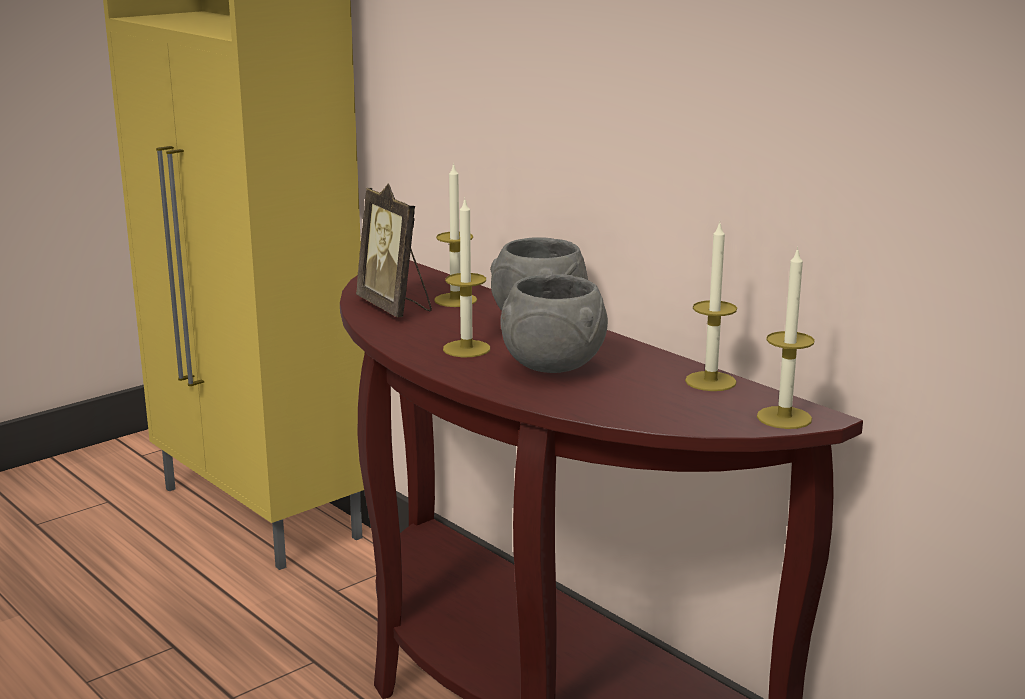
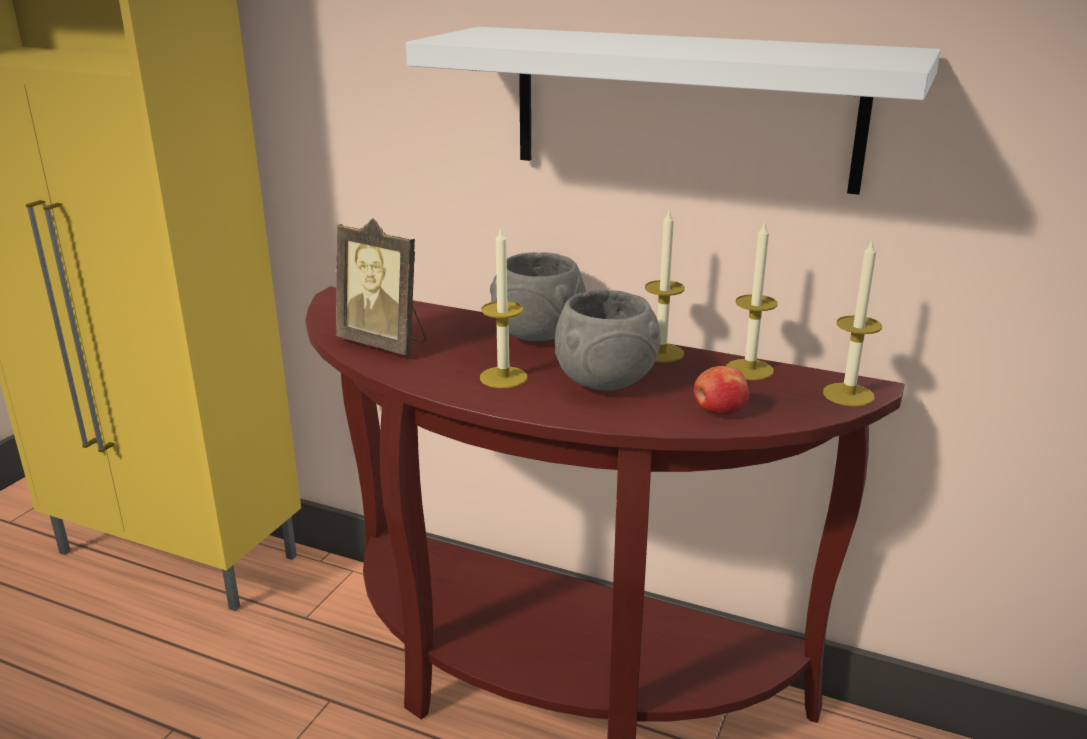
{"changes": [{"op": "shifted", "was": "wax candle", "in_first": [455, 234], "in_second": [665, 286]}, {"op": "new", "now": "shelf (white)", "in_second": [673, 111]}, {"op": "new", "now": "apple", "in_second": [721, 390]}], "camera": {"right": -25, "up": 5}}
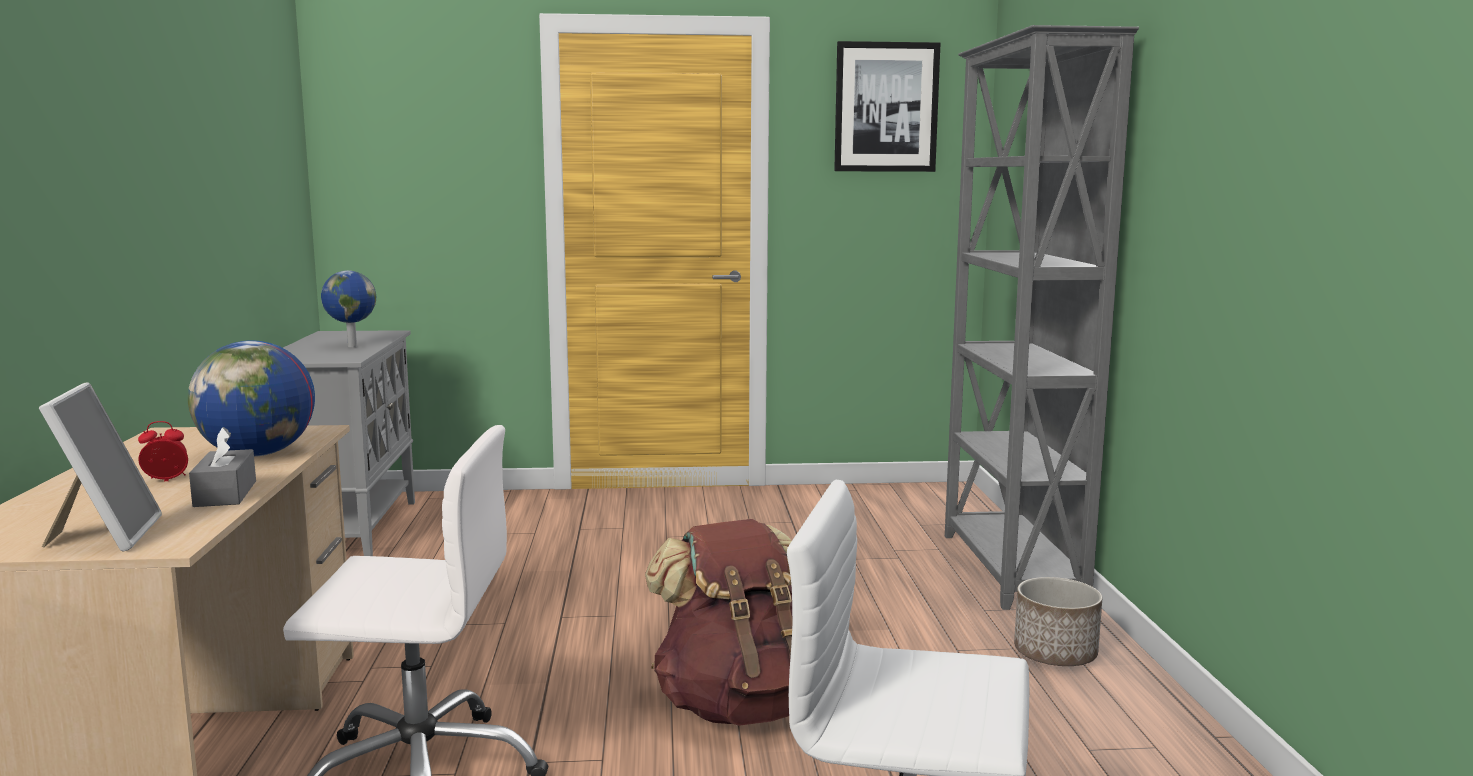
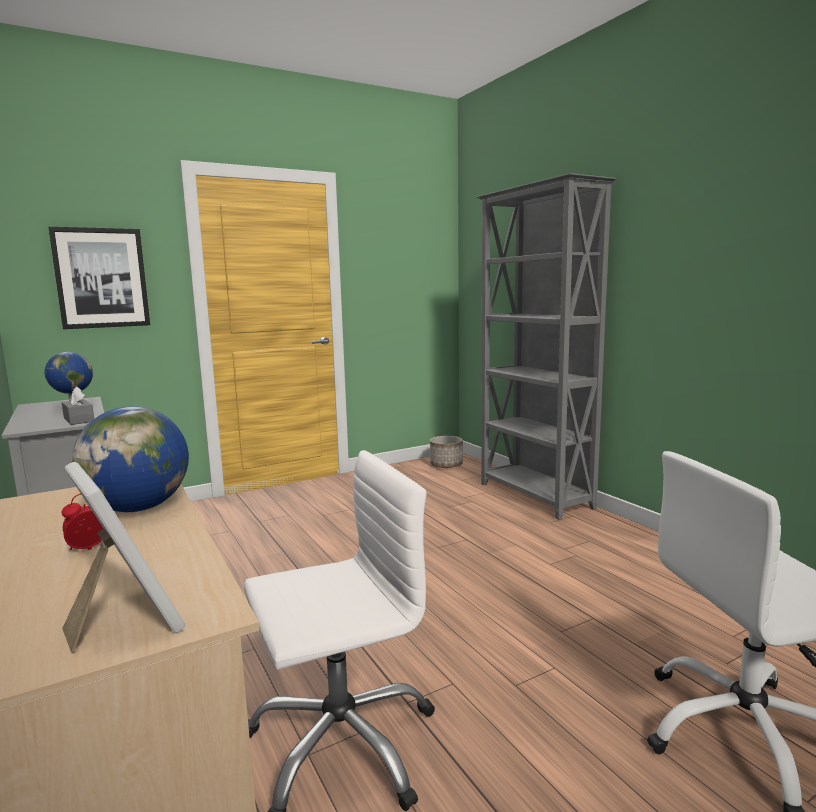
{"changes": [{"op": "shifted", "was": "wall picture", "in_first": [887, 106], "in_second": [99, 278]}, {"op": "shifted", "was": "box of tissues (gray)", "in_first": [222, 467], "in_second": [78, 405]}, {"op": "gone", "was": "backpack (brownish)", "in_first": [718, 622]}, {"op": "shifted", "was": "plant pot", "in_first": [1058, 621], "in_second": [446, 452]}], "camera": {"right": -25, "up": 0}}
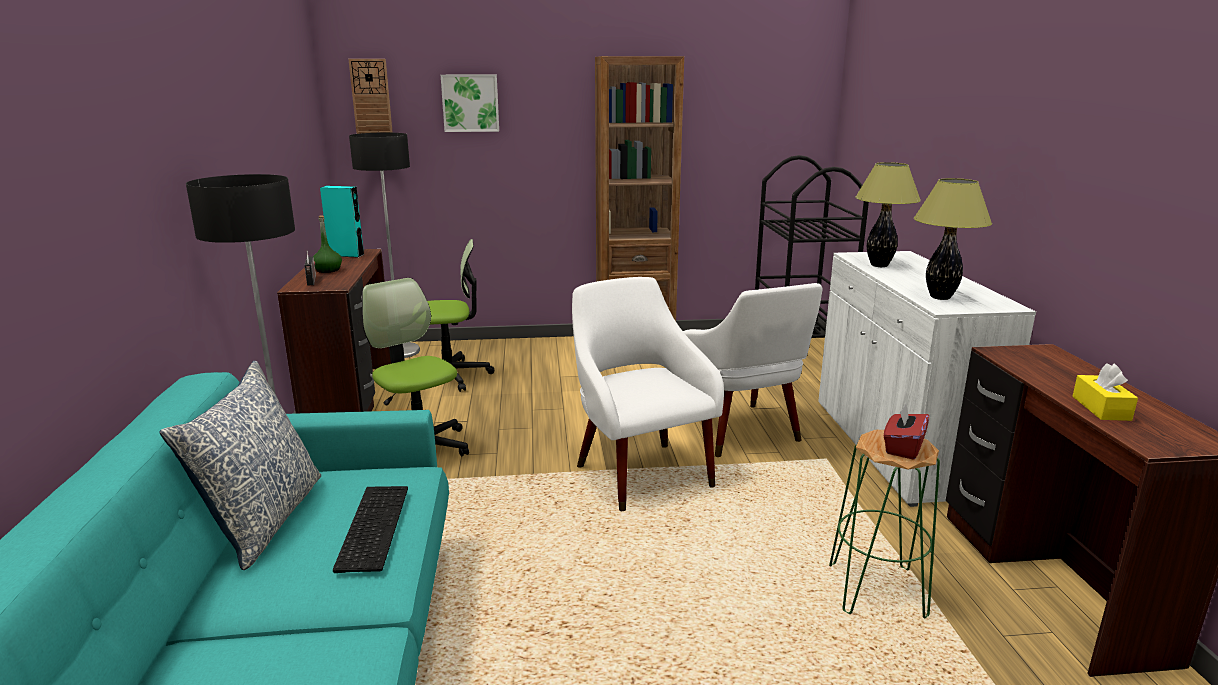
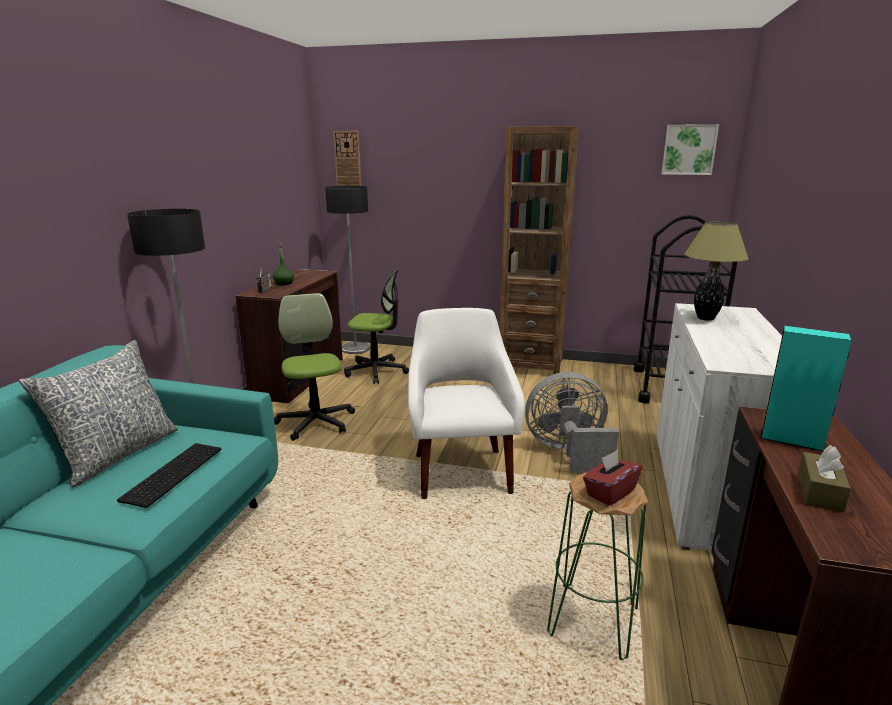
{"changes": [{"op": "shifted", "was": "wall picture", "in_first": [470, 103], "in_second": [690, 149]}, {"op": "gone", "was": "lamp for a table", "in_first": [953, 239]}, {"op": "shifted", "was": "speaker (turquoise)", "in_first": [342, 221], "in_second": [805, 388]}, {"op": "swapped", "was": "easy chair (white)", "now": "electric fan (gray)", "in_first": [753, 370], "in_second": [572, 422]}, {"op": "repainted", "was": "box of tissues (yellowish)", "now": "box of tissues (brownish)", "in_first": [1105, 392], "in_second": [824, 478]}], "camera": {"right": 20, "up": 0}}
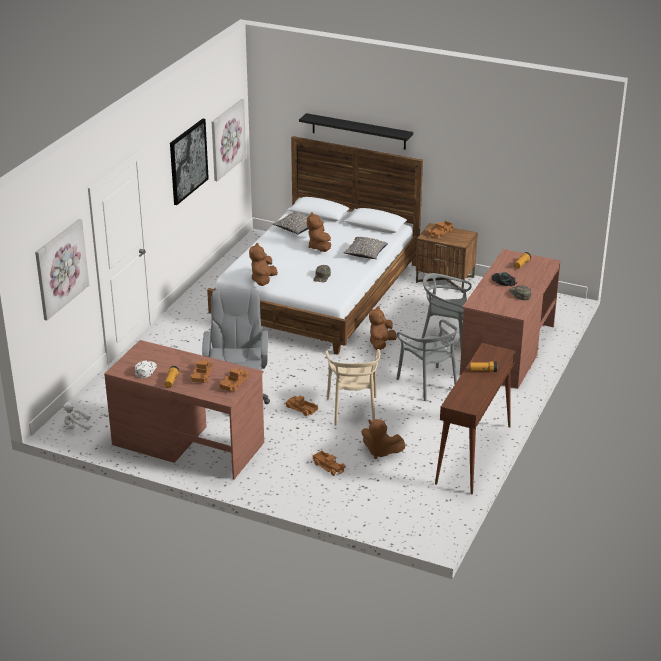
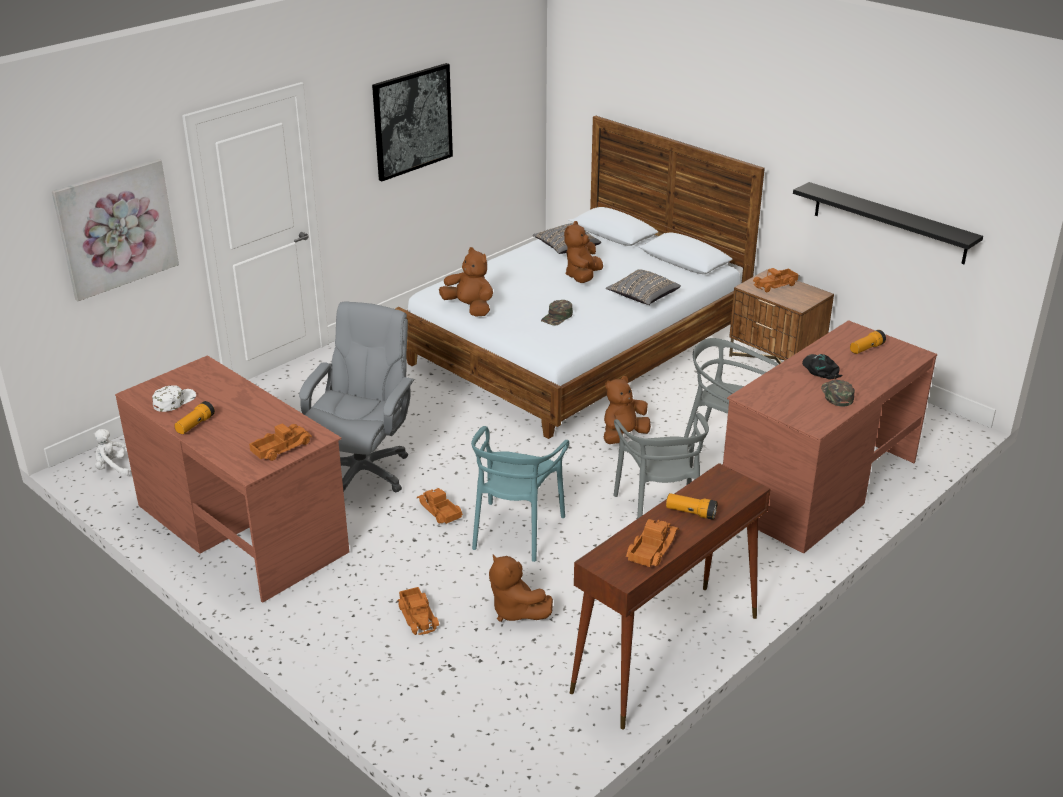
{"changes": [{"op": "gone", "was": "wall picture", "in_first": [229, 140]}, {"op": "shifted", "was": "shelf (black)", "in_first": [356, 131], "in_second": [888, 223]}, {"op": "rotated", "was": "soft toy (brownish)", "in_first": [263, 264], "in_second": [466, 282], "clockwise": 90}, {"op": "repainted", "was": "plain chair (sand-coloured)", "now": "plain chair (turquoise)", "in_first": [352, 387], "in_second": [520, 494]}, {"op": "shifted", "was": "toy lorry", "in_first": [202, 371], "in_second": [652, 543]}], "camera": {"right": 20, "up": 0}}
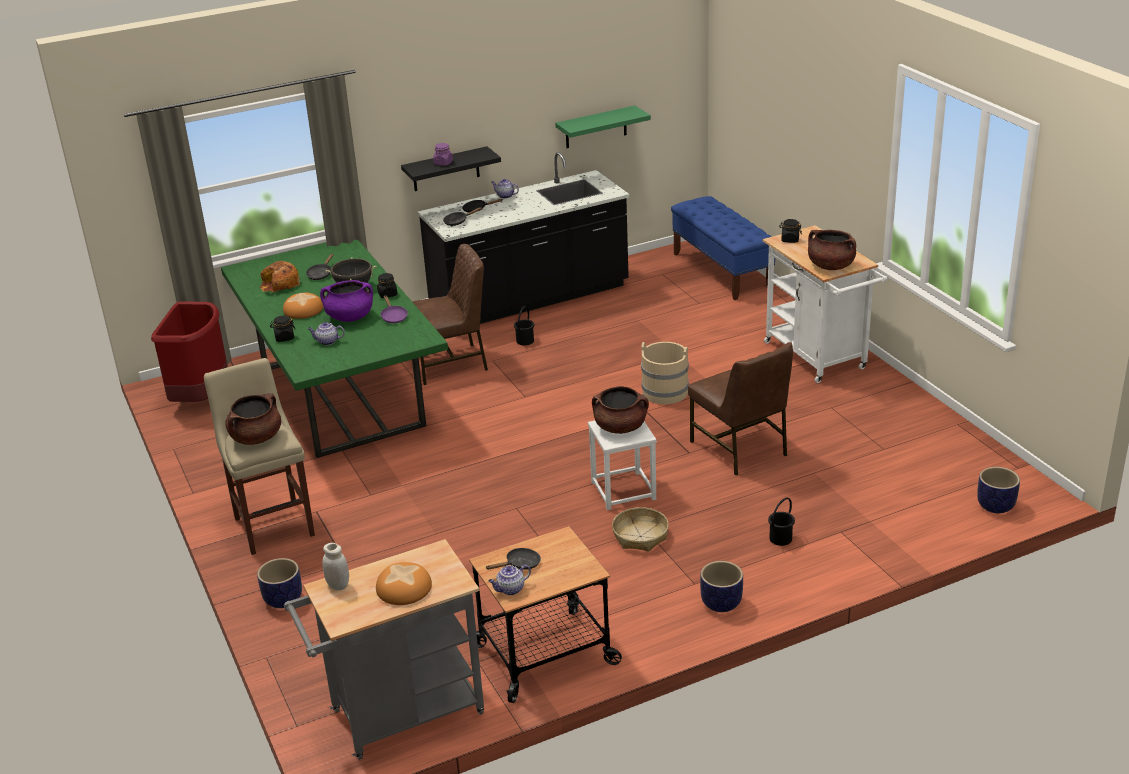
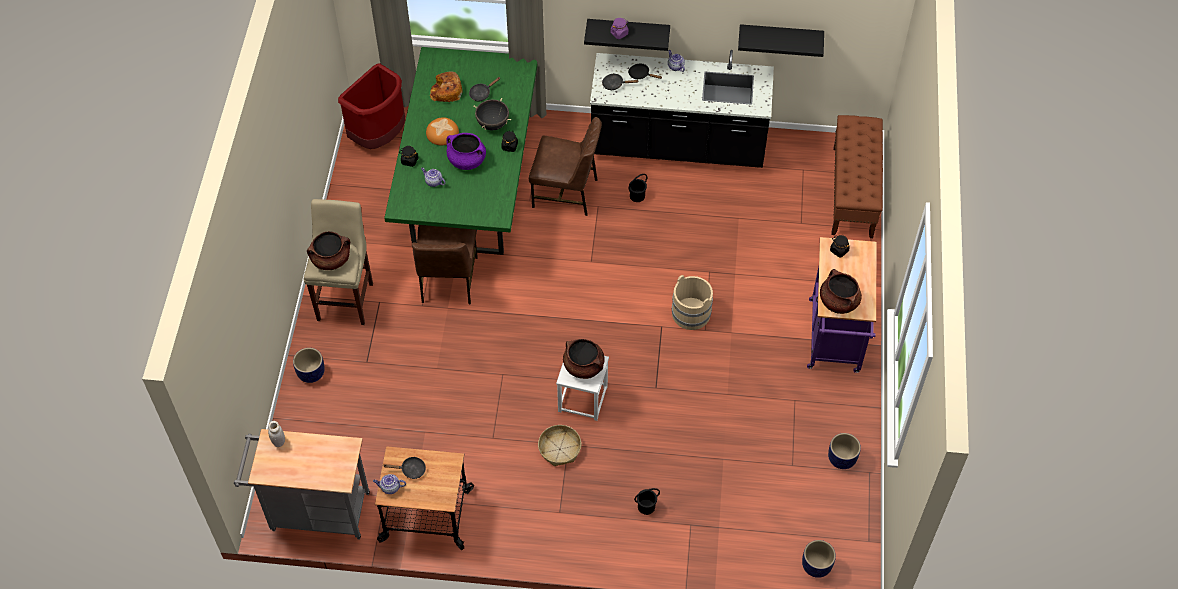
{"changes": [{"op": "repainted", "was": "shelf (greenish)", "now": "shelf (black)", "in_first": [603, 127], "in_second": [781, 40]}, {"op": "repainted", "was": "indoor bench (blue-coloured)", "now": "indoor bench (brownish)", "in_first": [723, 248], "in_second": [857, 176]}, {"op": "repainted", "was": "cart (white)", "now": "cart (purple-coloured)", "in_first": [825, 304], "in_second": [842, 305]}, {"op": "gone", "was": "pan (purple-coloured)", "in_first": [394, 309]}, {"op": "shifted", "was": "plain chair (brownish)", "in_first": [740, 408], "in_second": [445, 264]}, {"op": "shifted", "was": "plant pot", "in_first": [721, 586], "in_second": [844, 451]}, {"op": "gone", "was": "bakery bread", "in_first": [404, 583]}], "camera": {"right": 30, "up": 25}}
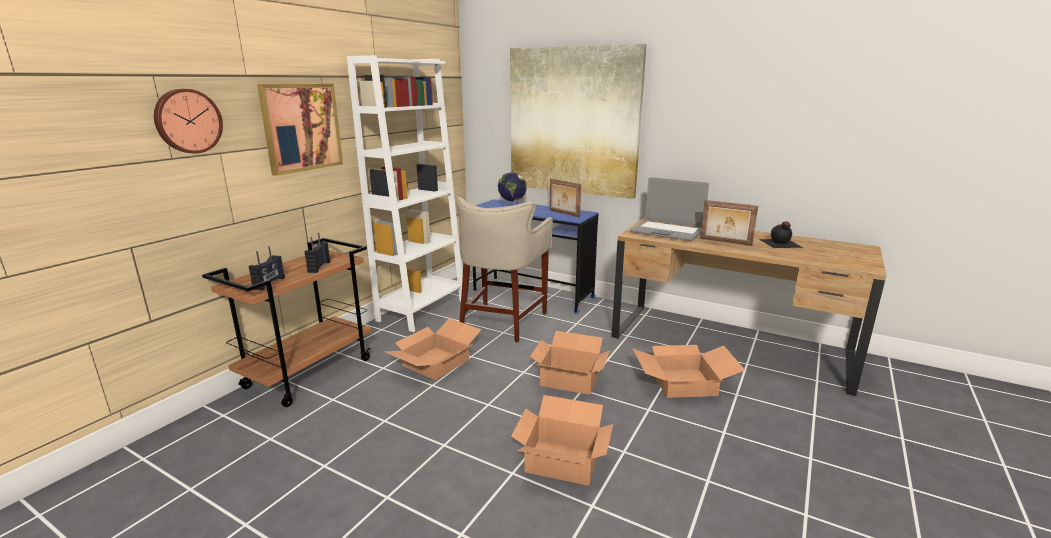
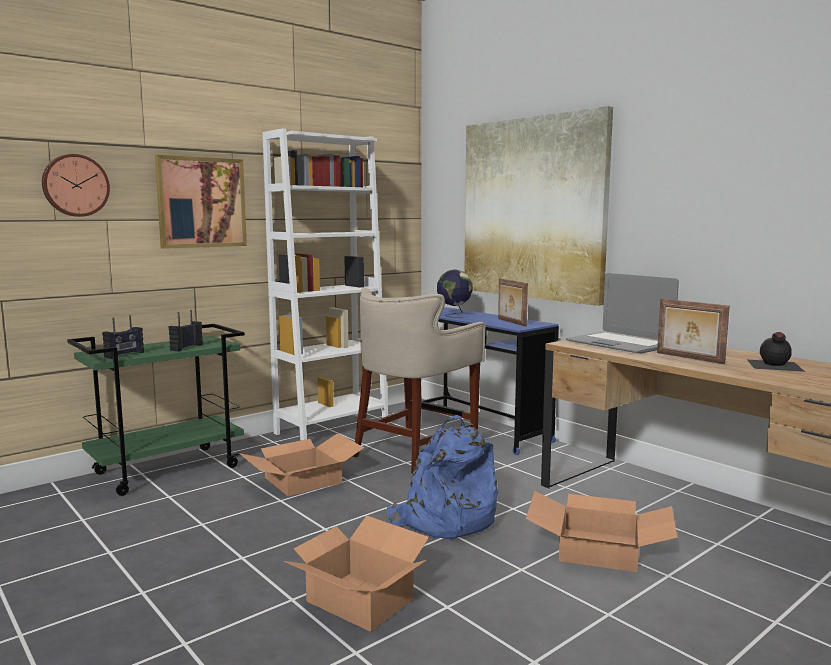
{"changes": [{"op": "repainted", "was": "cart (brownish)", "now": "cart (greenish)", "in_first": [286, 322], "in_second": [156, 410]}, {"op": "swapped", "was": "carton", "now": "backpack (blue-coloured)", "in_first": [570, 363], "in_second": [442, 477]}], "camera": {"right": 20, "up": -10}}
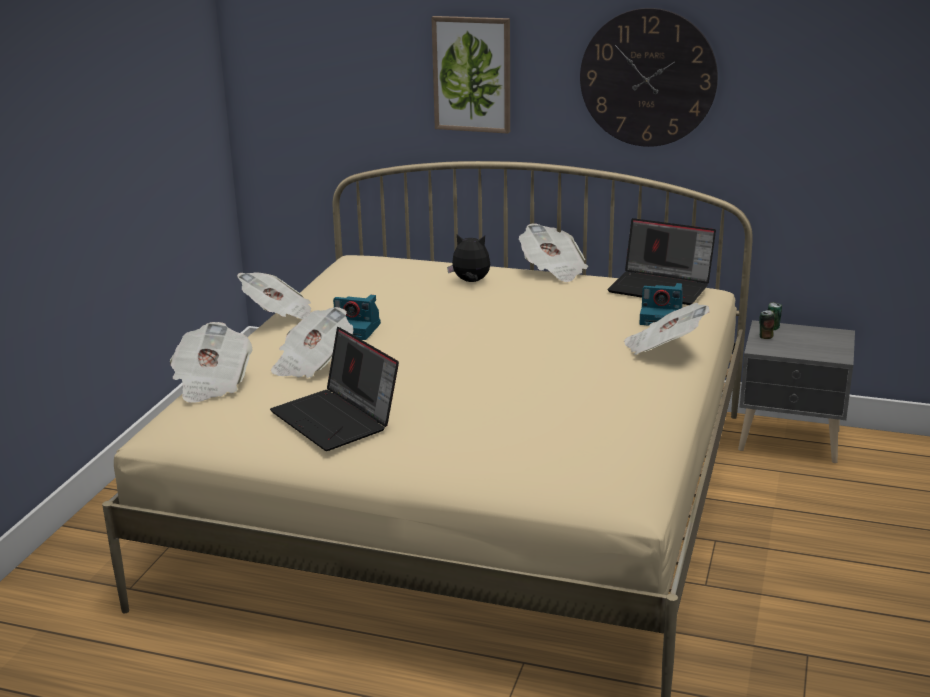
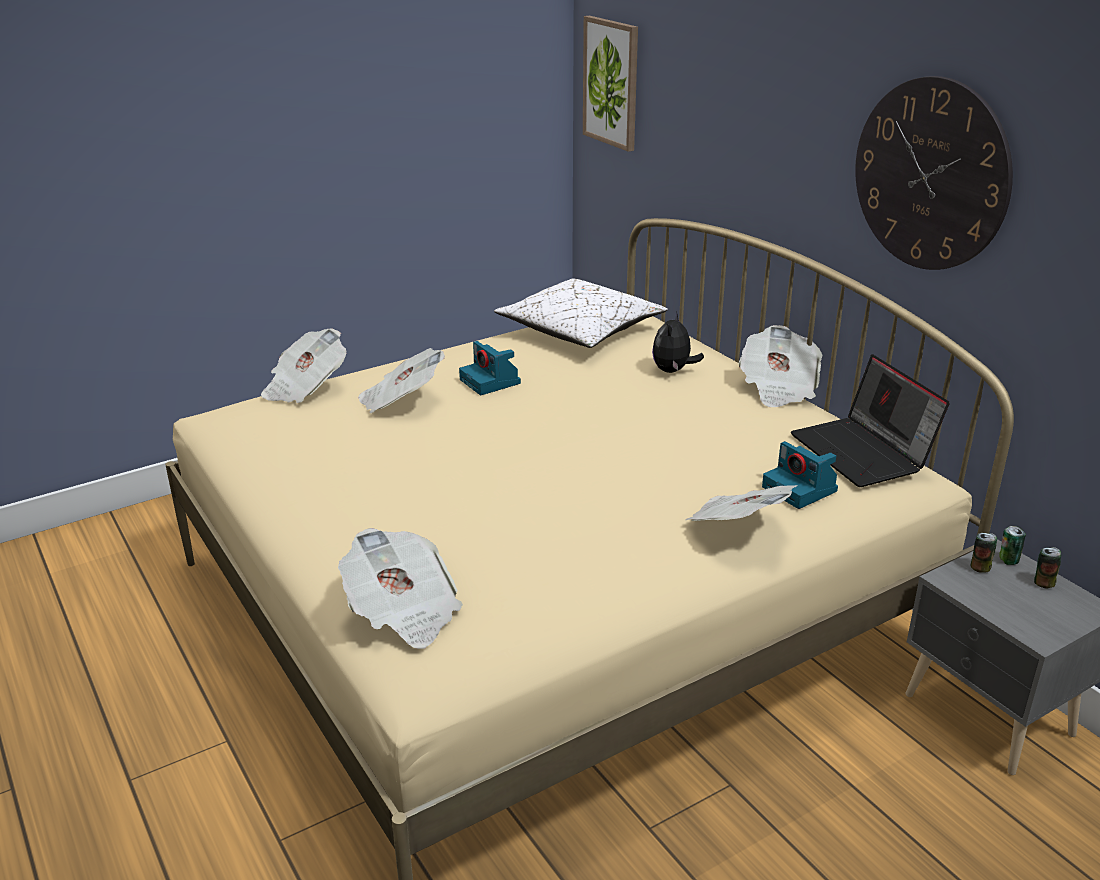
{"changes": [{"op": "shifted", "was": "wall picture", "in_first": [470, 75], "in_second": [610, 84]}, {"op": "rotated", "was": "soft toy", "in_first": [468, 258], "in_second": [678, 342], "clockwise": -120}, {"op": "shifted", "was": "printed paper", "in_first": [274, 296], "in_second": [400, 588]}, {"op": "gone", "was": "laptop", "in_first": [334, 389]}, {"op": "new", "now": "throw pillow (white)", "in_second": [581, 313]}, {"op": "new", "now": "sealed can", "in_second": [1047, 567]}], "camera": {"right": 40, "up": 5}}
